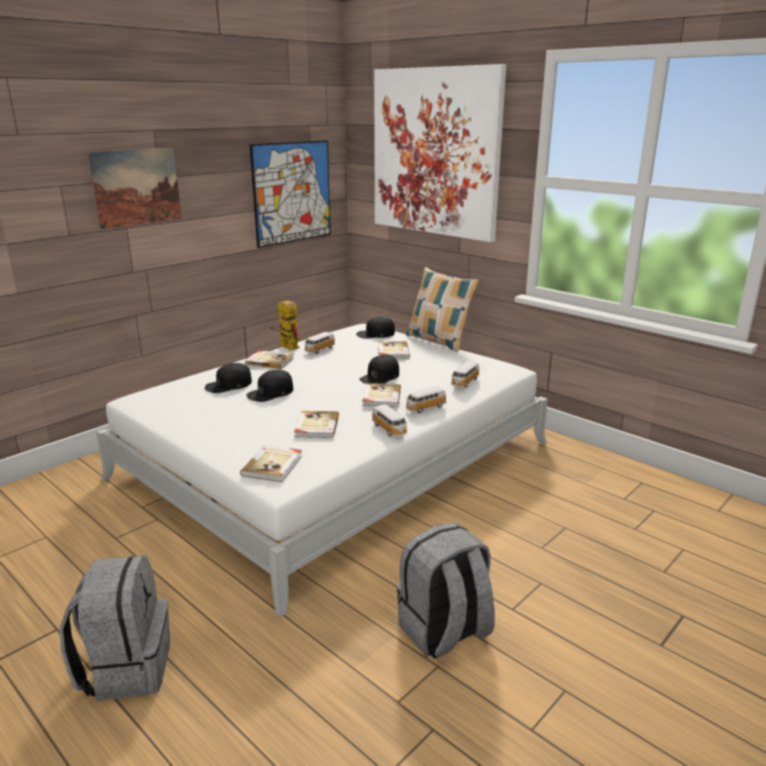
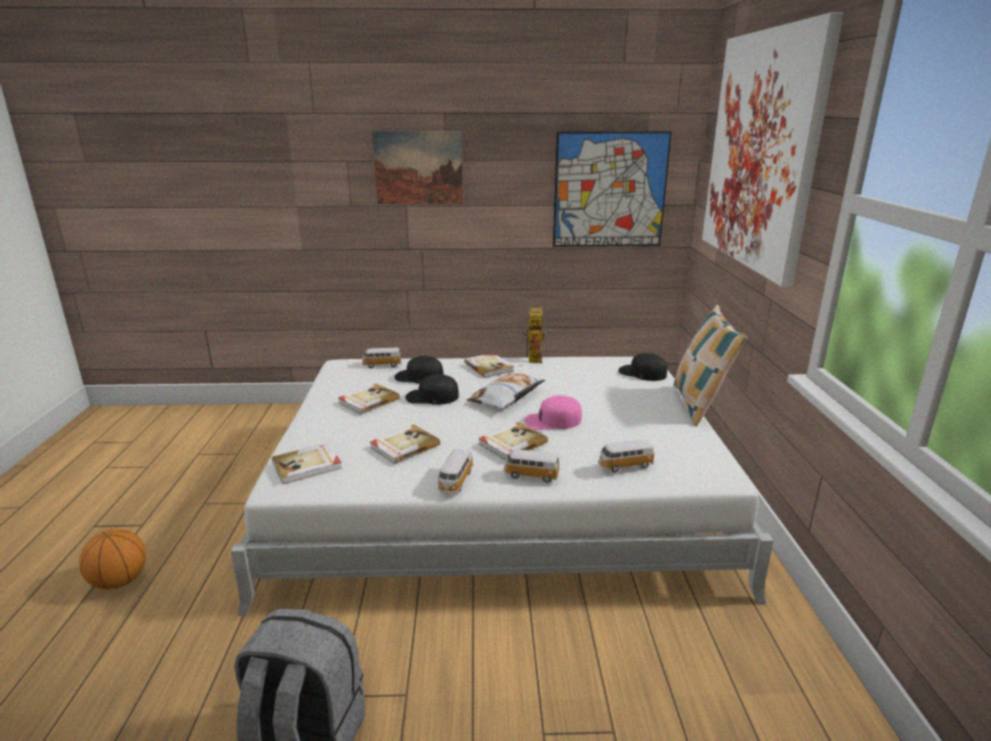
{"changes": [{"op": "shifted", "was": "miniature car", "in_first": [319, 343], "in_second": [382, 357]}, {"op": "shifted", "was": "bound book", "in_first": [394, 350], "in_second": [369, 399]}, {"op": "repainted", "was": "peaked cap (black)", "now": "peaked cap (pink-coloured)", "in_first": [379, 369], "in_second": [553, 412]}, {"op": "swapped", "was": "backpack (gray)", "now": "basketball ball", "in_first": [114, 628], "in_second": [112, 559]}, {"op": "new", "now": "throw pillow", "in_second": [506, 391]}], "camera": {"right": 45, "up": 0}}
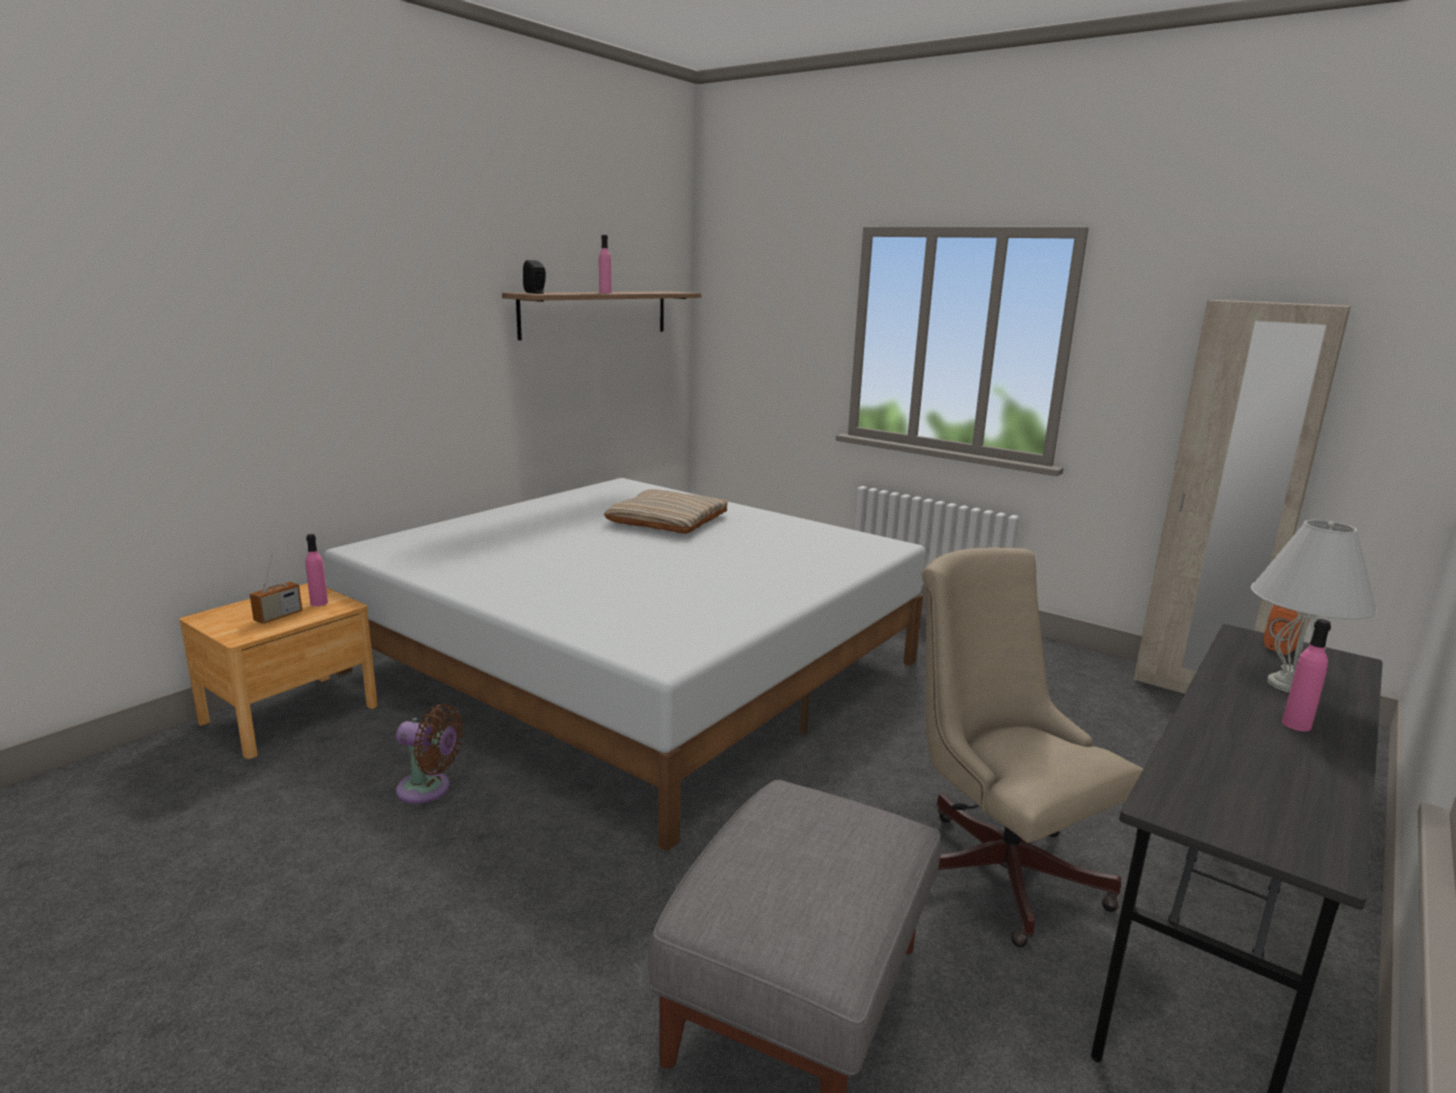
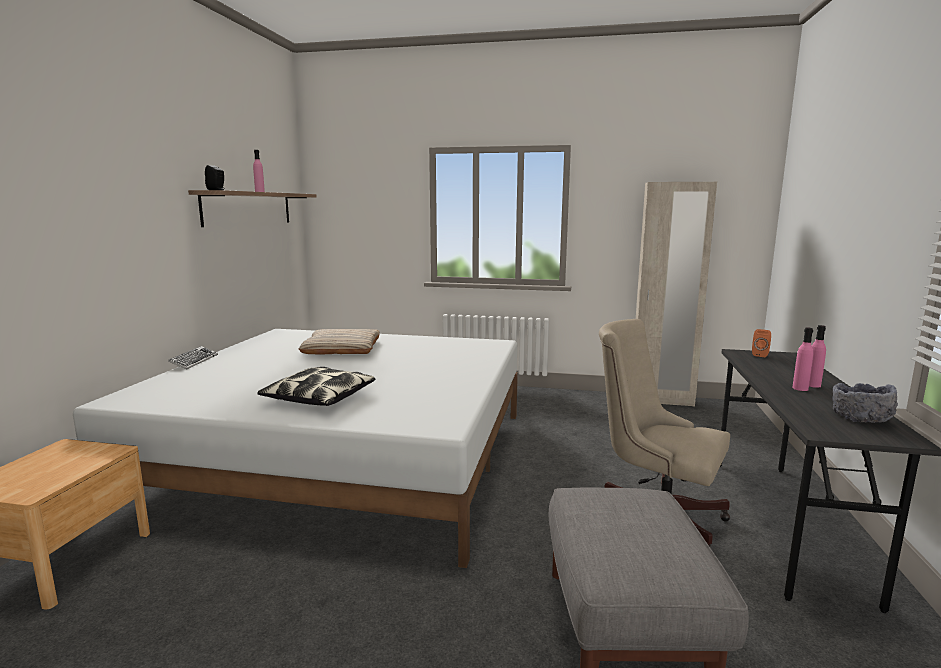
{"changes": [{"op": "gone", "was": "lamp for a table (white)", "in_first": [1314, 606]}, {"op": "shifted", "was": "bottle (pink-coloured)", "in_first": [316, 570], "in_second": [803, 359]}, {"op": "gone", "was": "radio set", "in_first": [276, 589]}, {"op": "gone", "was": "electric fan (brownish)", "in_first": [429, 754]}, {"op": "new", "now": "PC keyboard", "in_second": [193, 357]}, {"op": "new", "now": "throw pillow", "in_second": [316, 386]}, {"op": "new", "now": "bowl (gray)", "in_second": [865, 403]}], "camera": {"right": -25, "up": -5}}
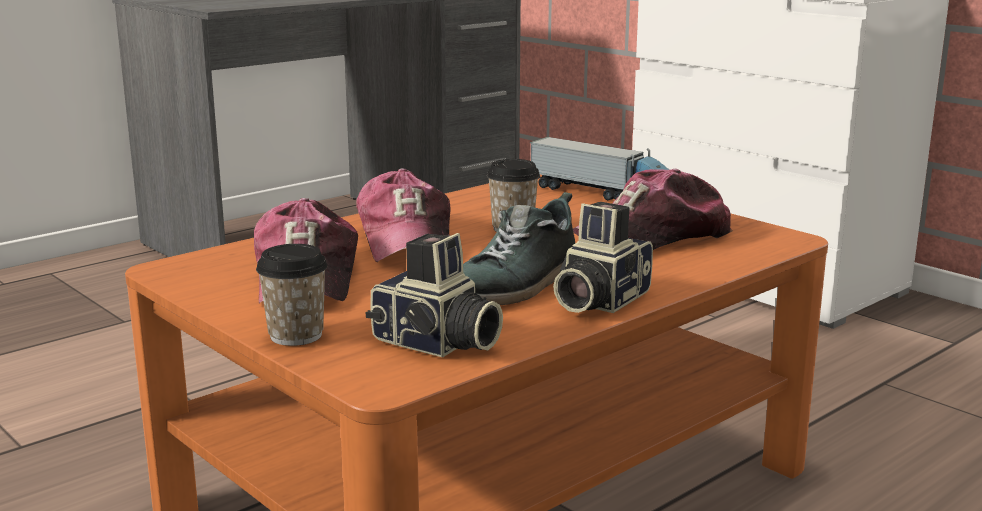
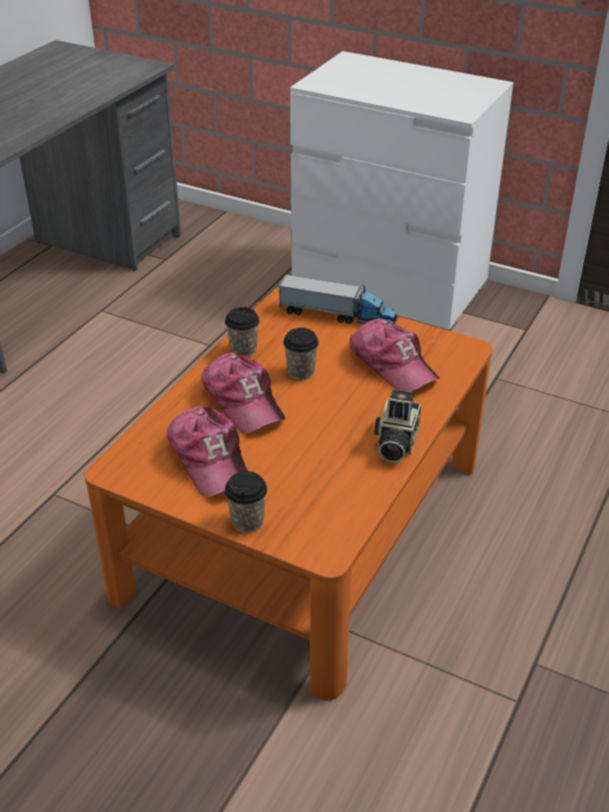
{"changes": [{"op": "rotated", "was": "peaked cap", "in_first": [653, 209], "in_second": [395, 355], "clockwise": -75}, {"op": "gone", "was": "shoe", "in_first": [519, 248]}, {"op": "gone", "was": "still camera", "in_first": [434, 295]}, {"op": "new", "now": "drinking cup", "in_second": [242, 332]}], "camera": {"right": -20, "up": 20}}
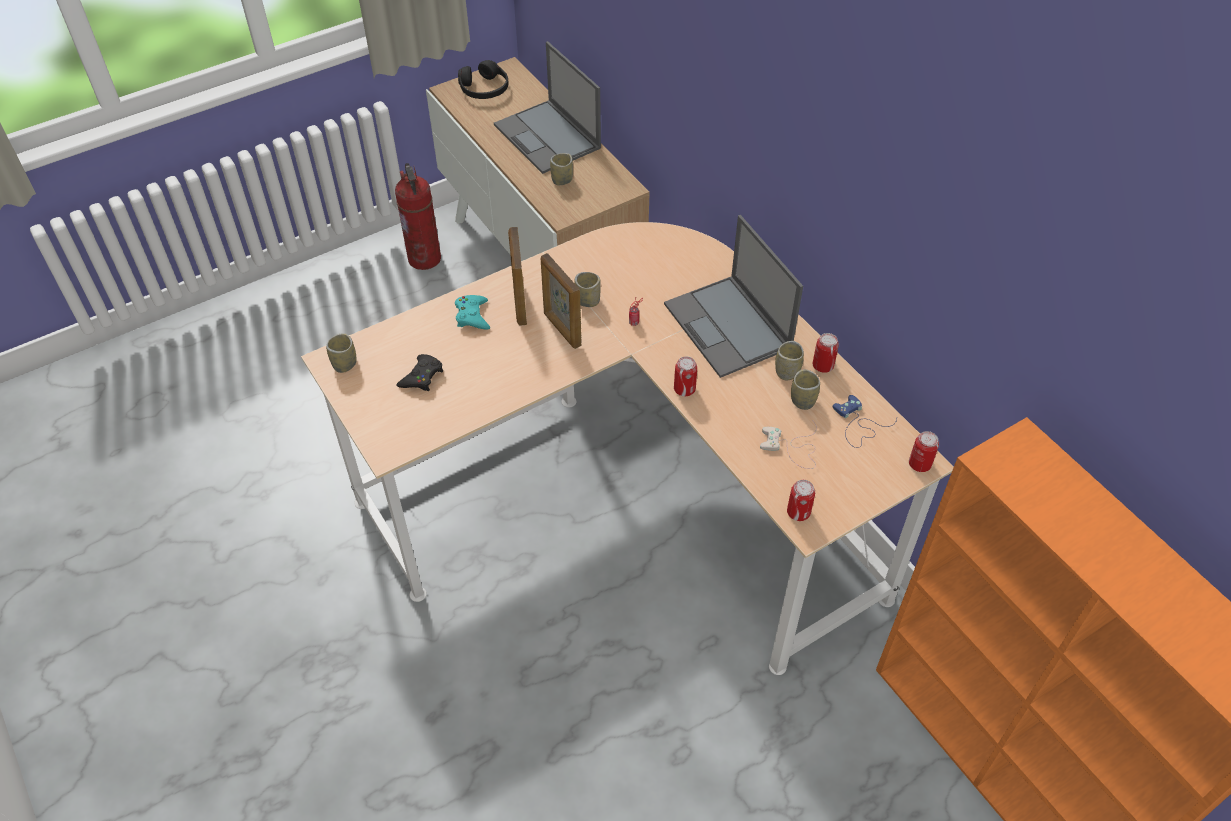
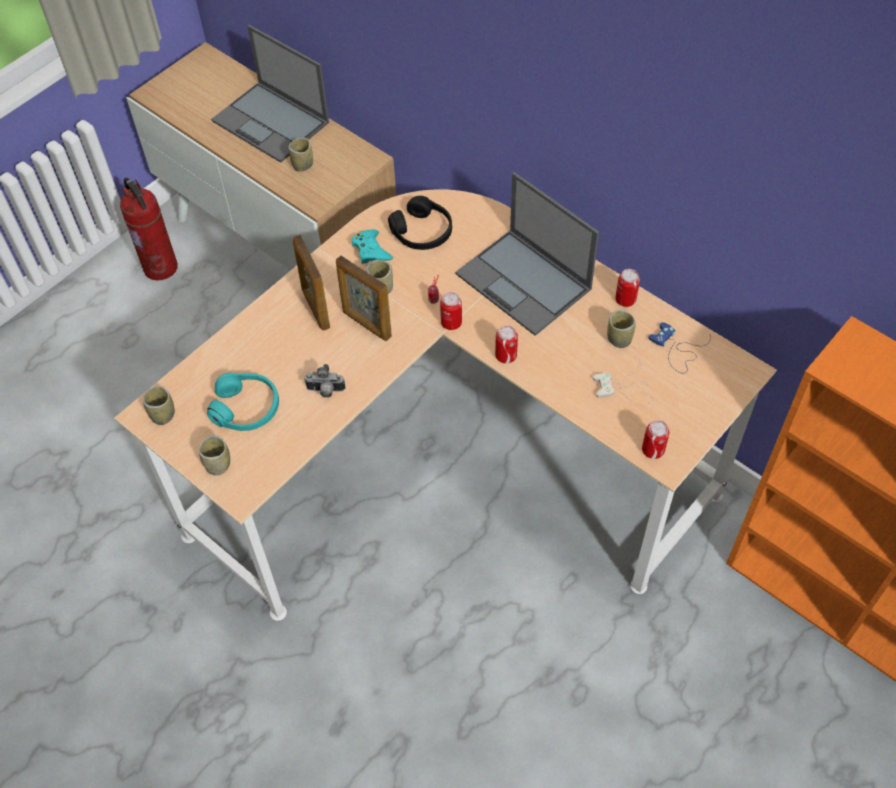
{"changes": [{"op": "shifted", "was": "headset (black)", "in_first": [483, 79], "in_second": [420, 223]}, {"op": "shifted", "was": "game controller (turquoise)", "in_first": [472, 312], "in_second": [372, 246]}, {"op": "shifted", "was": "drinking cup", "in_first": [789, 360], "in_second": [214, 455]}, {"op": "swapped", "was": "game controller (black)", "now": "headset (turquoise)", "in_first": [419, 372], "in_second": [243, 402]}, {"op": "shifted", "was": "sealed can", "in_first": [924, 451], "in_second": [451, 311]}, {"op": "new", "now": "still camera", "in_second": [324, 381]}], "camera": {"right": -15, "up": 5}}
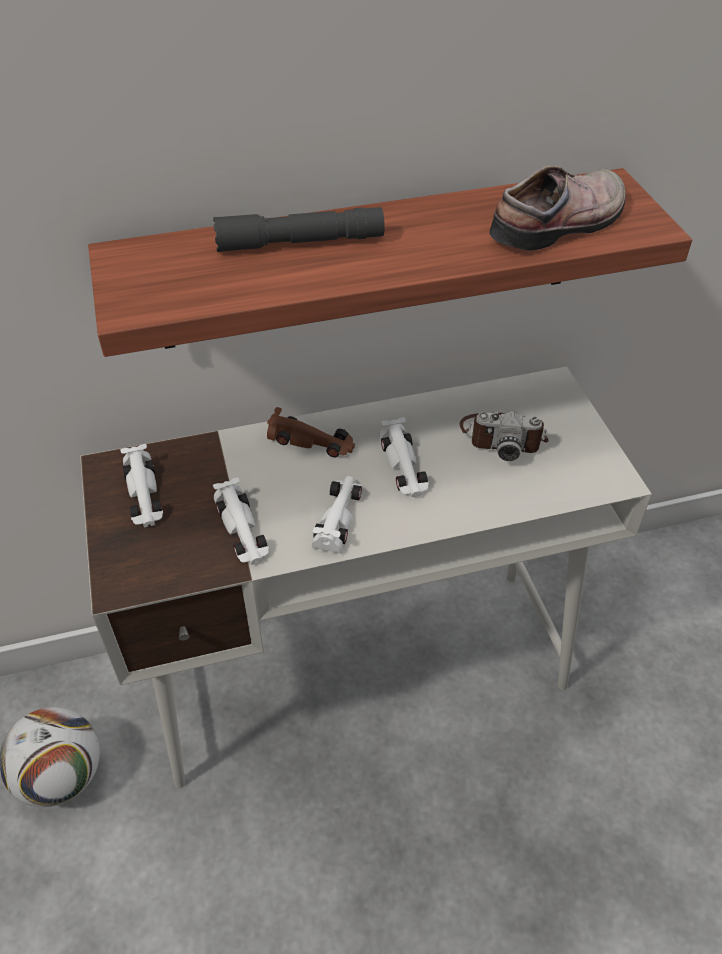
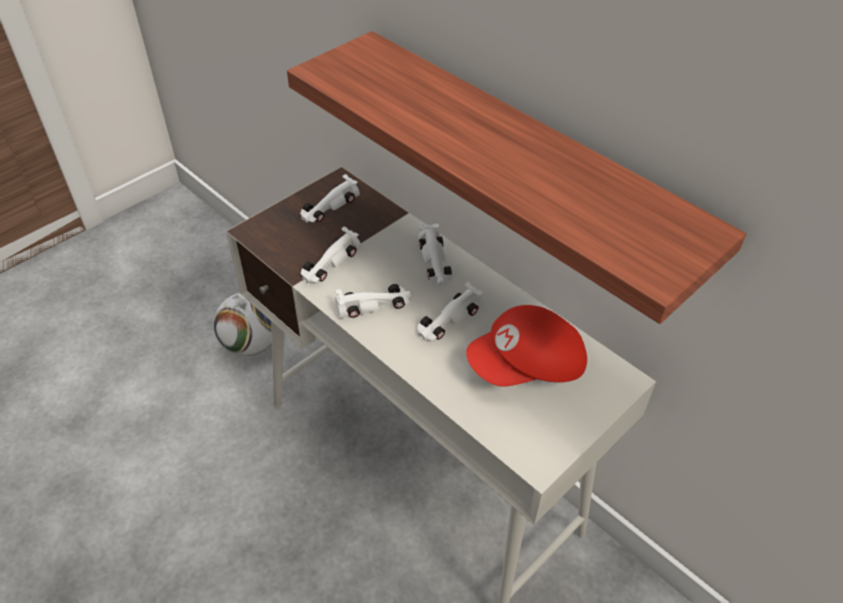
{"changes": [{"op": "gone", "was": "shoe", "in_first": [557, 208]}, {"op": "gone", "was": "torch (gray)", "in_first": [299, 229]}, {"op": "repainted", "was": "miniature car (brownish)", "now": "miniature car (white)", "in_first": [311, 432], "in_second": [435, 255]}, {"op": "swapped", "was": "still camera", "now": "peaked cap (red-coloured)", "in_first": [504, 436], "in_second": [526, 345]}], "camera": {"right": 60, "up": 0}}
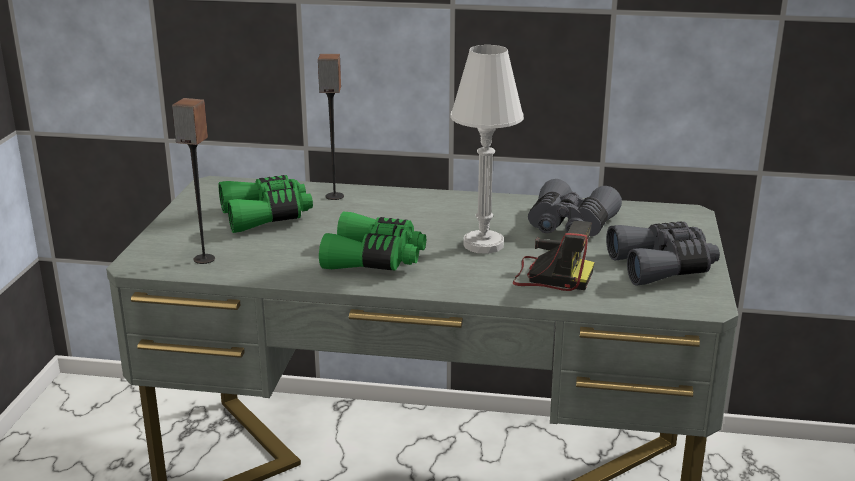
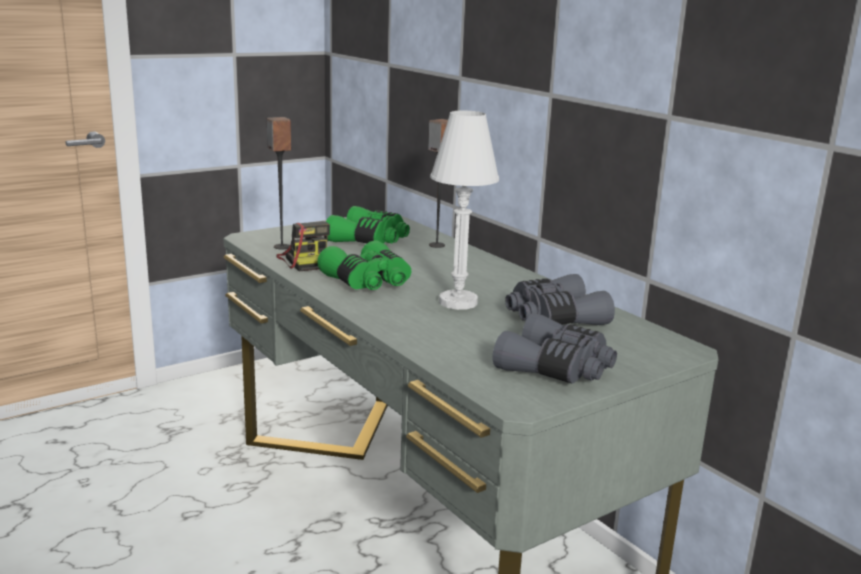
{"changes": [{"op": "shifted", "was": "still camera", "in_first": [554, 256], "in_second": [303, 246]}], "camera": {"right": 45, "up": -5}}
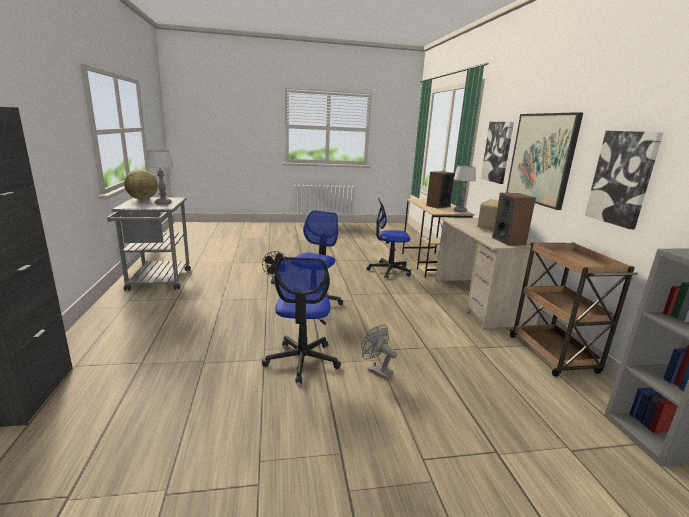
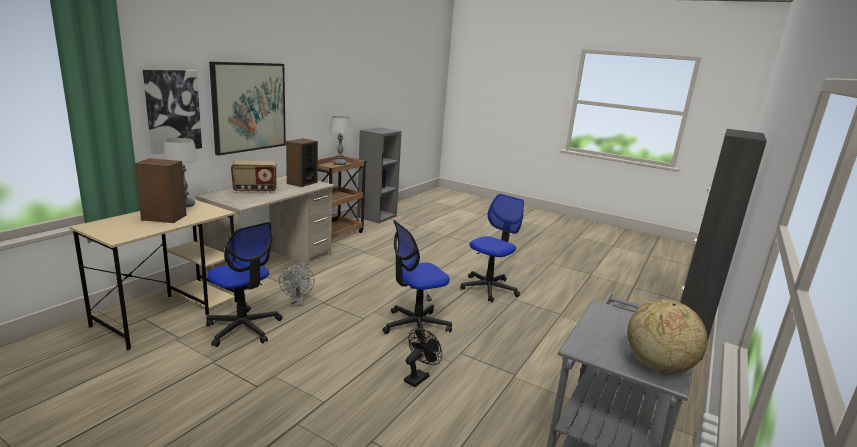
{"changes": [{"op": "gone", "was": "wall picture", "in_first": [624, 180]}, {"op": "shifted", "was": "lamp for a table", "in_first": [160, 177], "in_second": [340, 140]}, {"op": "shifted", "was": "electric fan (gray)", "in_first": [379, 352], "in_second": [297, 285]}], "camera": {"right": -140, "up": 0}}
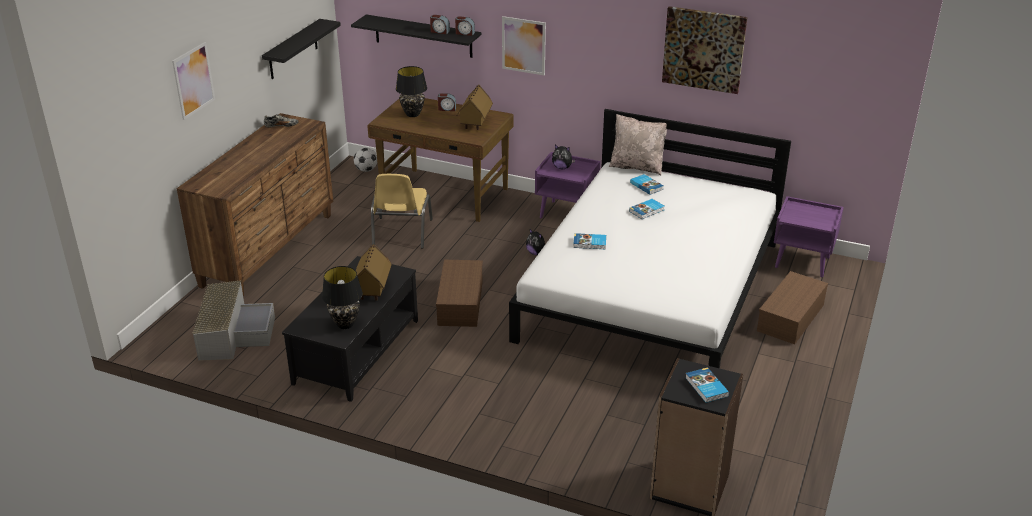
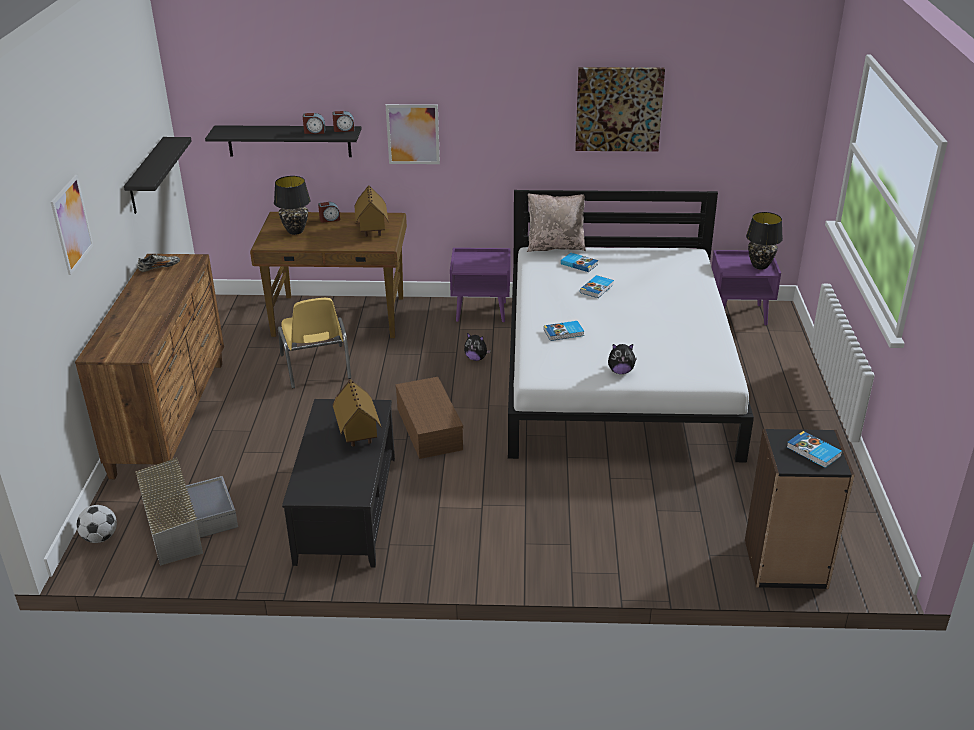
{"changes": [{"op": "shifted", "was": "soft toy", "in_first": [563, 157], "in_second": [622, 359]}, {"op": "shifted", "was": "football", "in_first": [365, 160], "in_second": [97, 524]}, {"op": "shifted", "was": "lamp for a table (black)", "in_first": [342, 297], "in_second": [764, 241]}, {"op": "gone", "was": "storage container (brownish)", "in_first": [792, 307]}], "camera": {"right": -20, "up": 0}}
